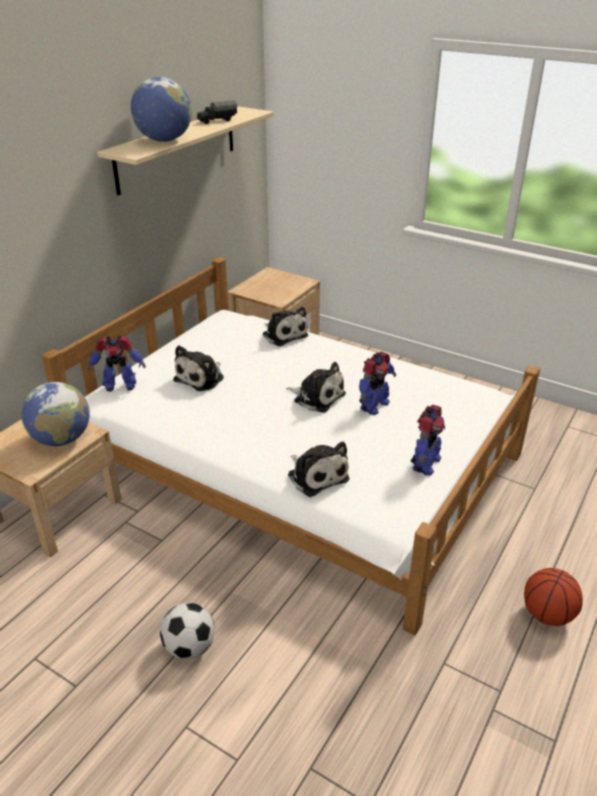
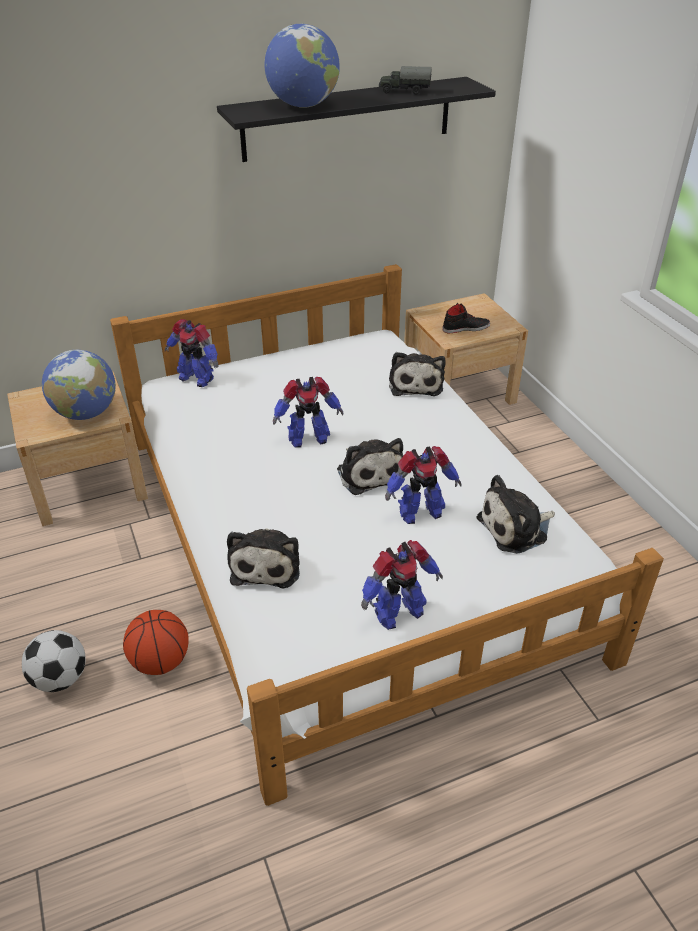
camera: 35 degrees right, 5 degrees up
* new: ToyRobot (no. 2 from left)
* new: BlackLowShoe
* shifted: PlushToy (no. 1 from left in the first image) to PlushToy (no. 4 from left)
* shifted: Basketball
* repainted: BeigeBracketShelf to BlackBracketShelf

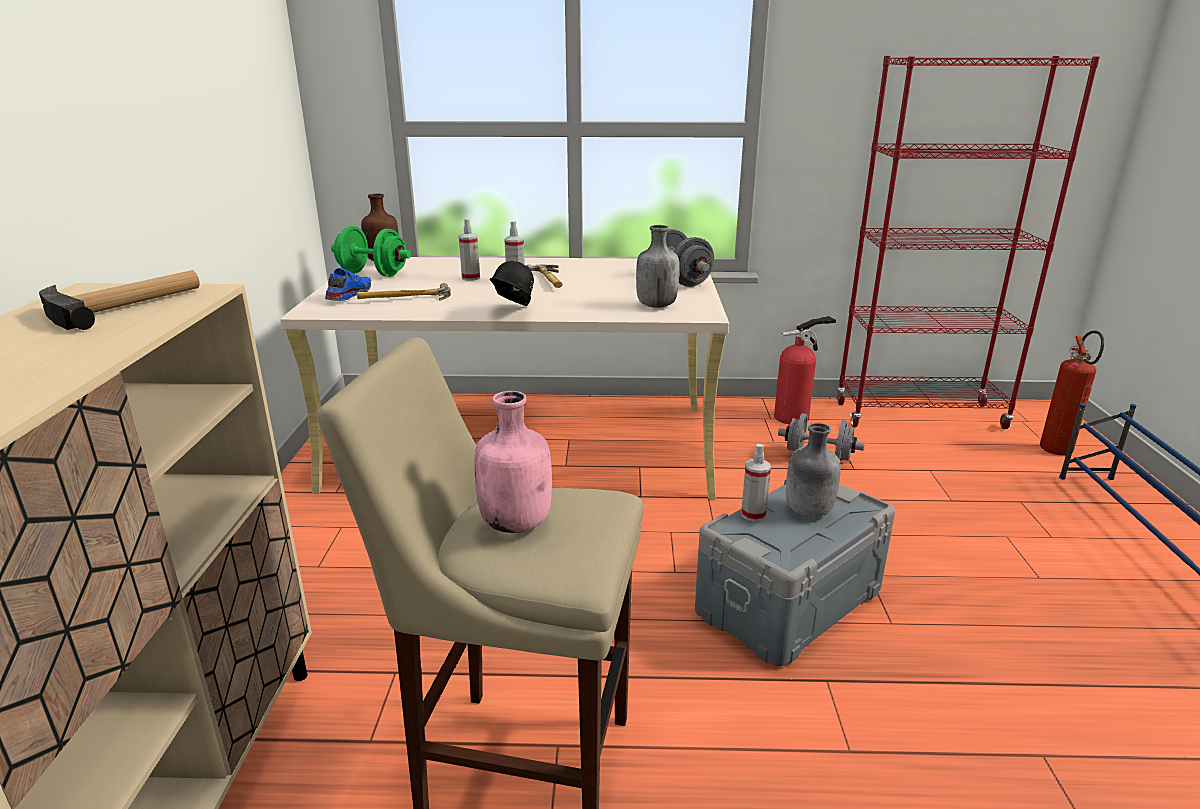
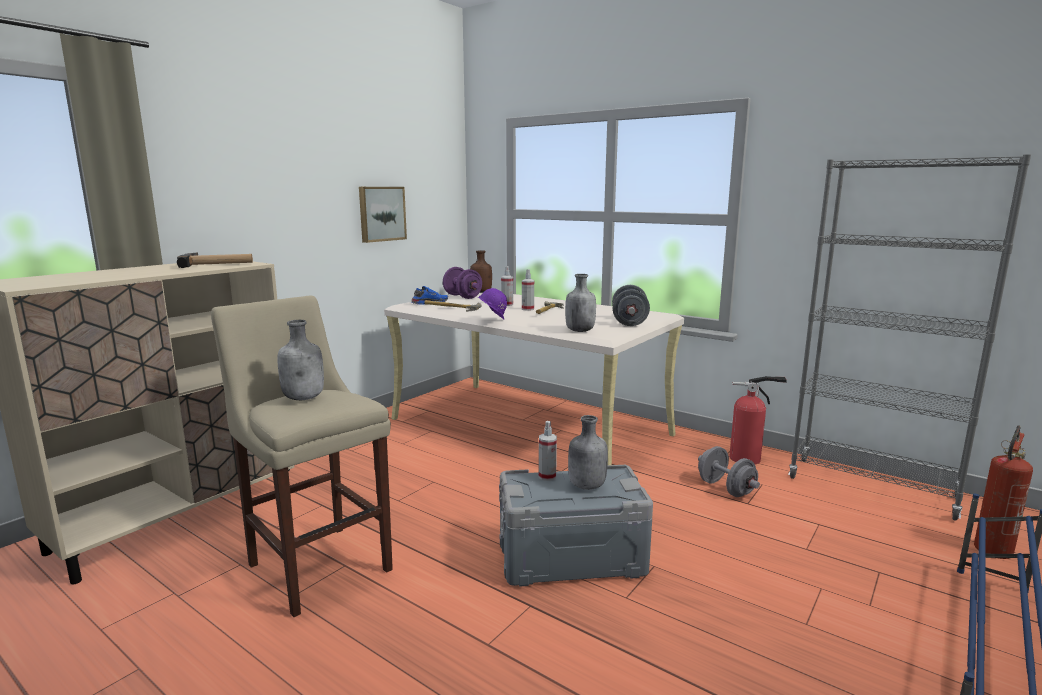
camera: 35 degrees right, 10 degrees down
* new: WallArt
* repainted: GreenishHandWeight to PurplishHandWeight
* repainted: PinkishBottle to GrayBottle (no. 1 from left)
* repainted: BlackHardHat to PurplishHardHat
* repainted: ReddishBookshelf to GrayBookshelf

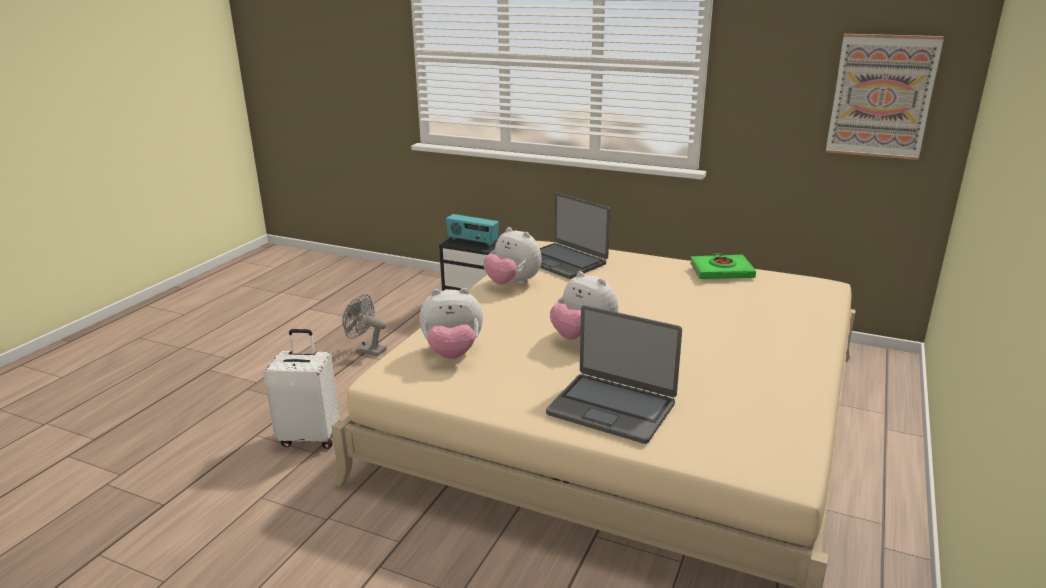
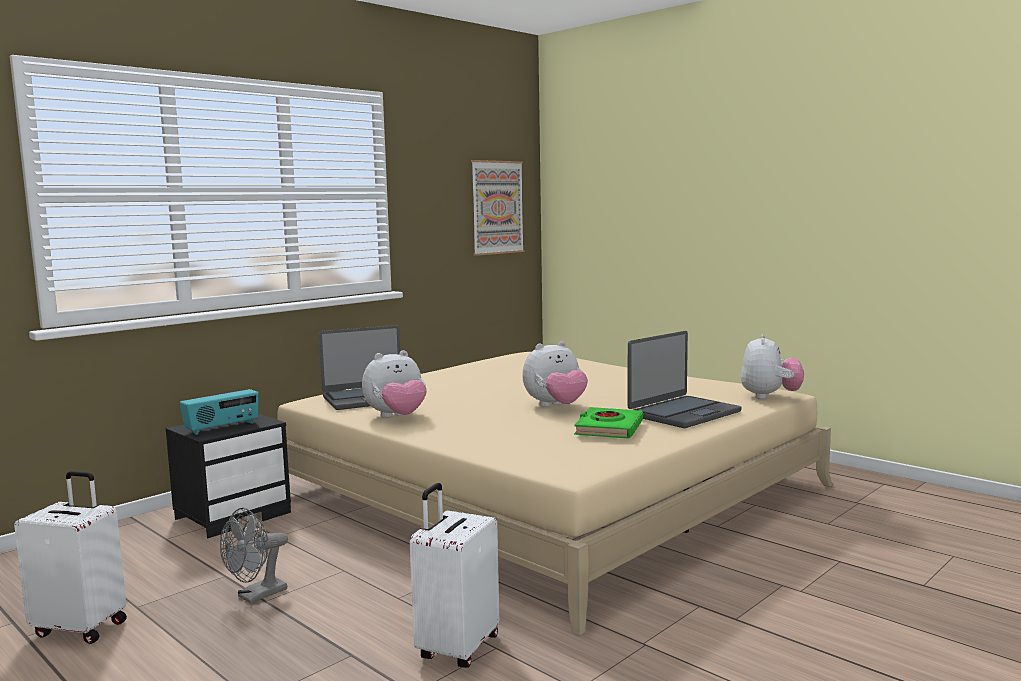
camera: 70 degrees left, 15 degrees down
* new: WhiteColouredPieceOfLuggage (no. 1 from left)
* shifted: PlushToy (no. 1 from left in the first image) to PlushToy (no. 3 from left)
* shifted: GreenishVolume

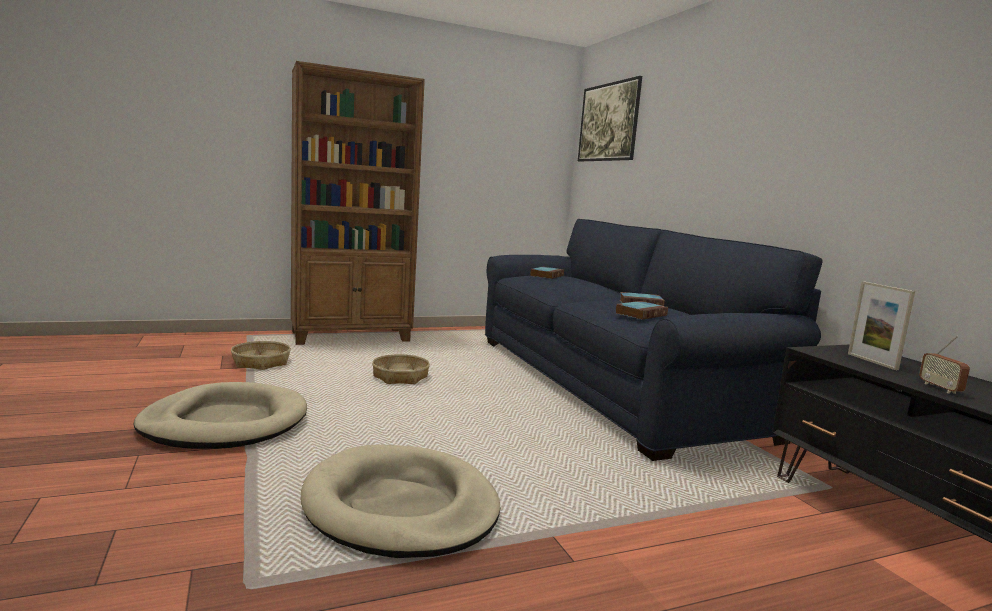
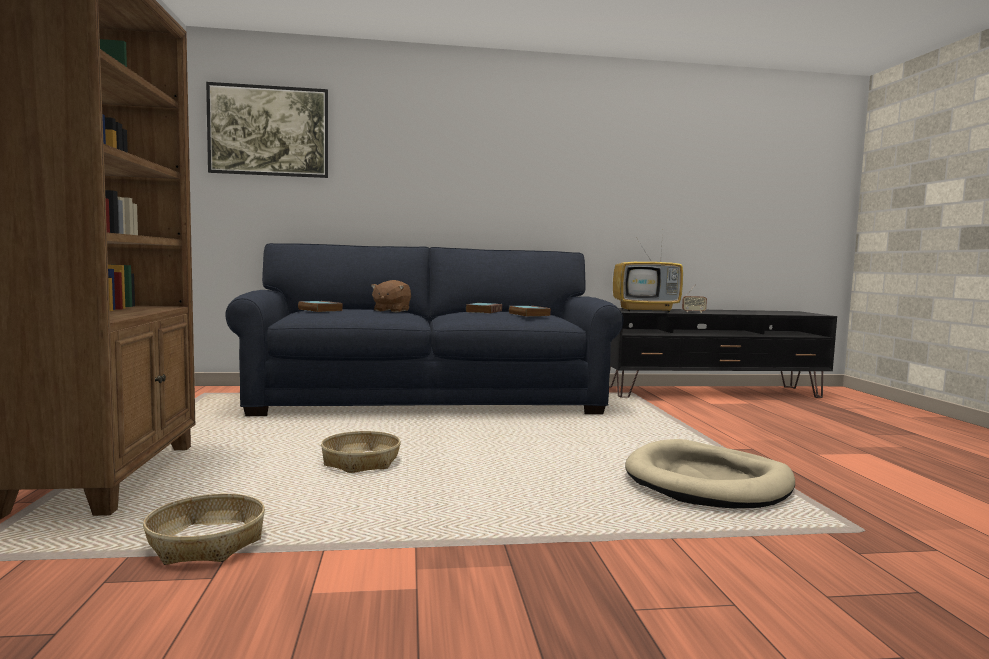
camera: 75 degrees left, 5 degrees down
* gone: BeigeDogCushion (no. 1 from left)
* new: BrownPlushToy
* swapped: PhotoFrame to Television

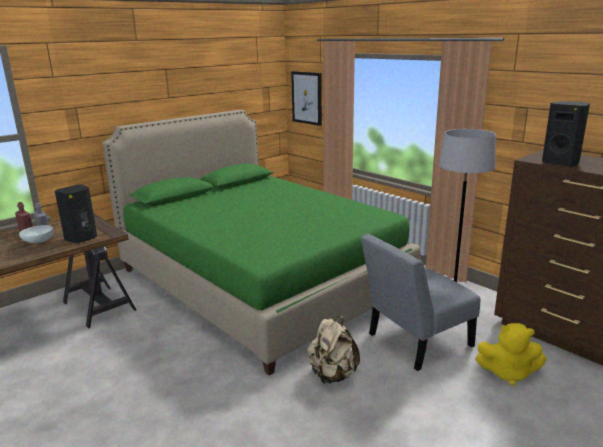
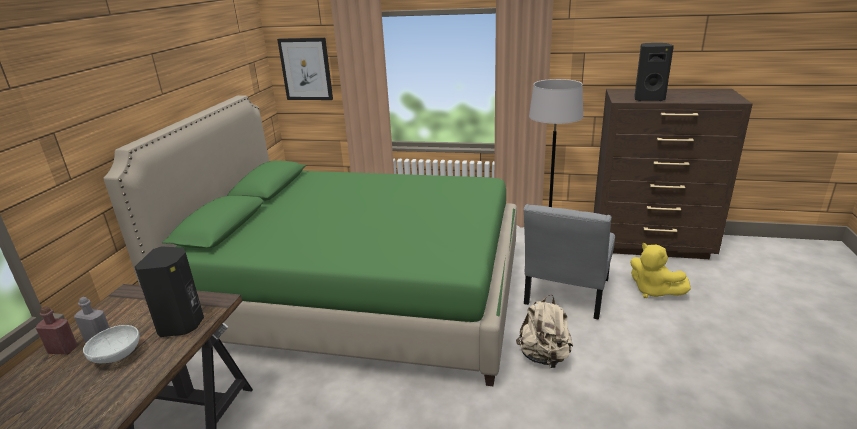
camera: 35 degrees left, 5 degrees up
* rotated: YellowPlushToy 75 degrees clockwise

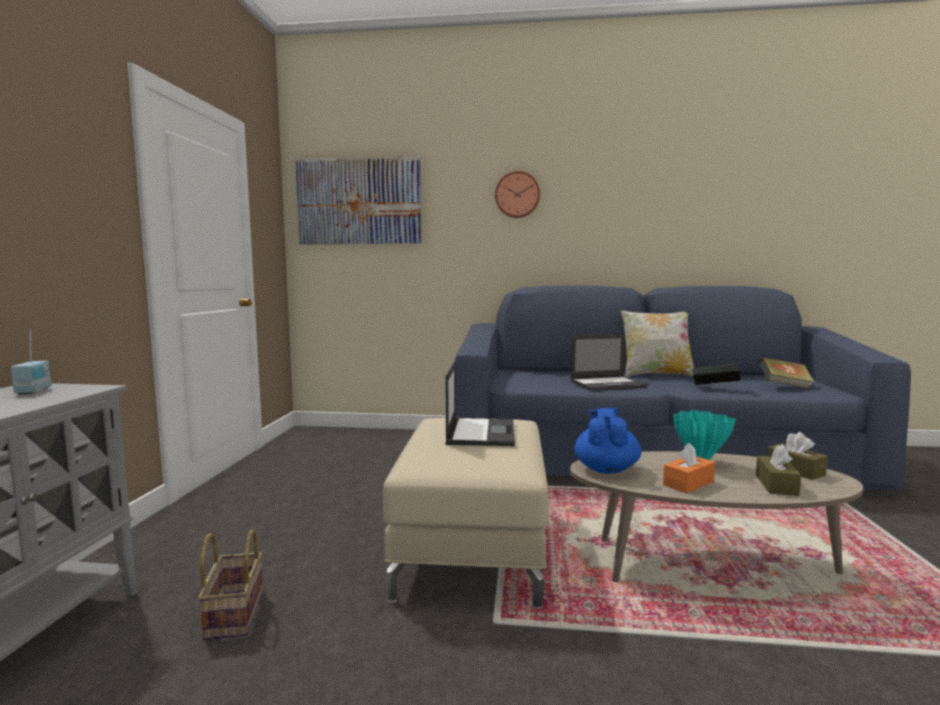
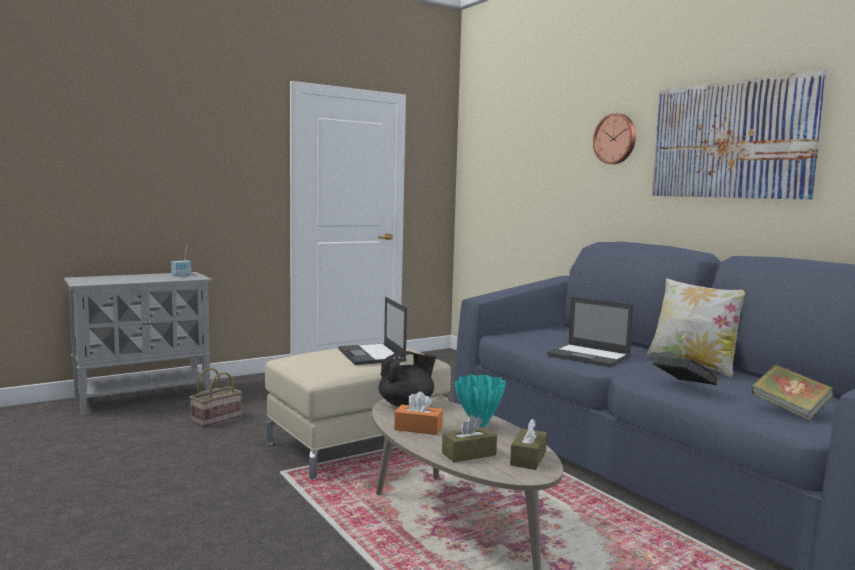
camera: 50 degrees right, 0 degrees up
* shifted: WallArt
* repainted: BluishTeaPot to BlackTeaPot
* rotated: NotebookComputer (no. 1 from left) 105 degrees clockwise

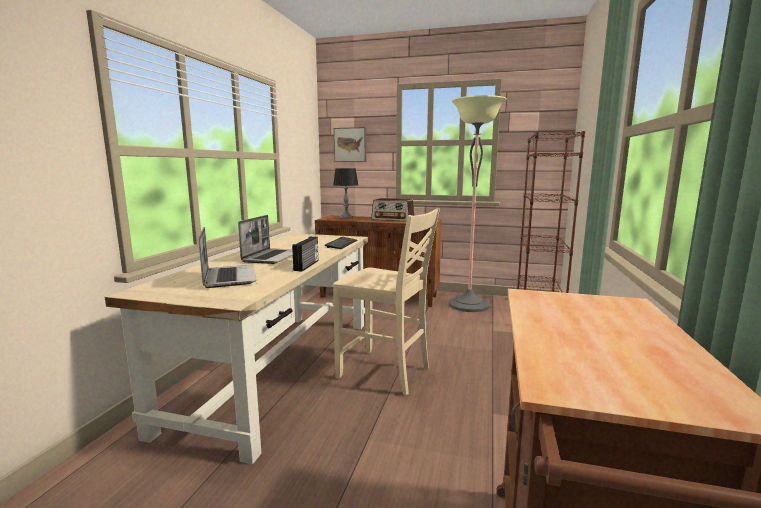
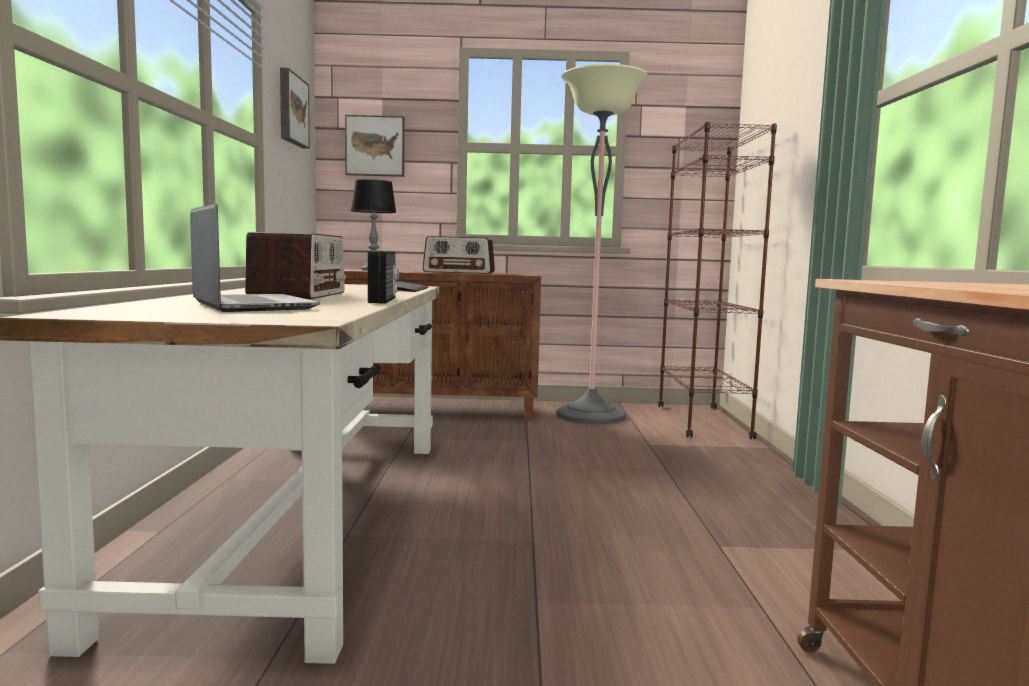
camera: 15 degrees left, 5 degrees down
* gone: BeigeChair
* new: WallArt (no. 1 from left)
* swapped: NotebookComputer (no. 2 from left) to RadioSet (no. 1 from left)

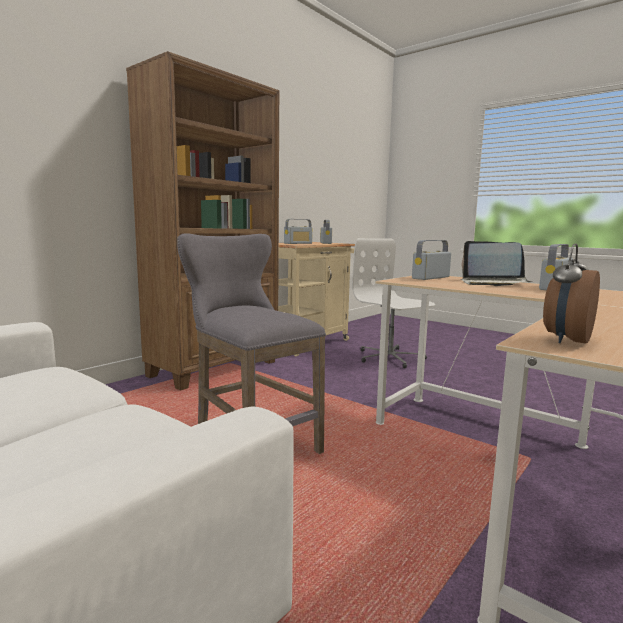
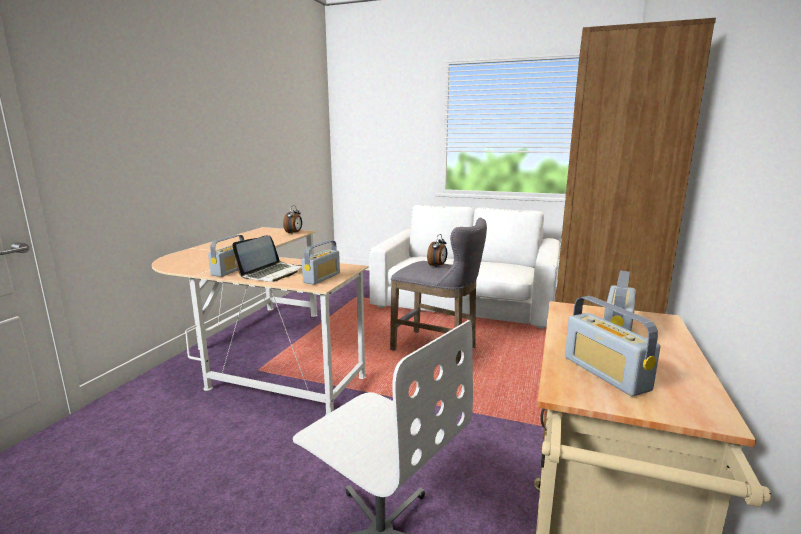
camera: 160 degrees right, 5 degrees up
* new: AlarmClock (no. 2 from left)
* rotated: NotebookComputer 120 degrees clockwise

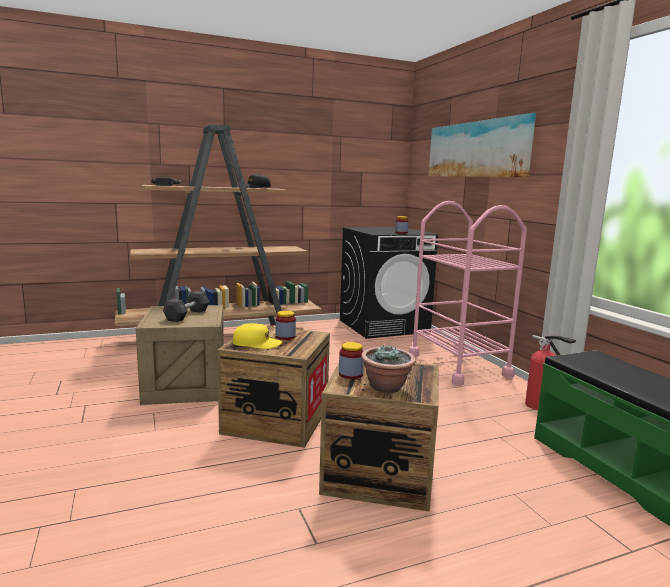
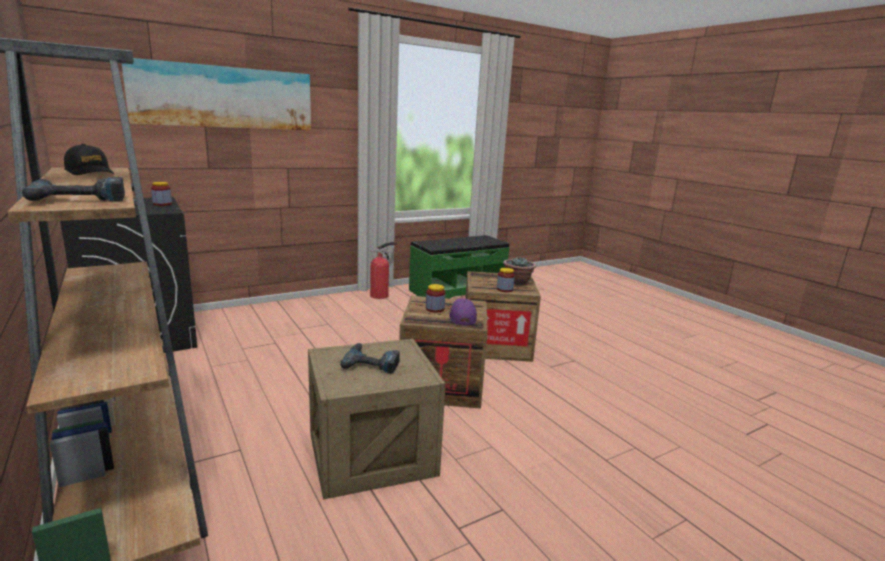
camera: 100 degrees left, 5 degrees up
* gone: PinkishTrolley
* swapped: GrayHandWeight to PowerDrill (no. 2 from left)
* repainted: YellowPeakedCap to PurplishPeakedCap

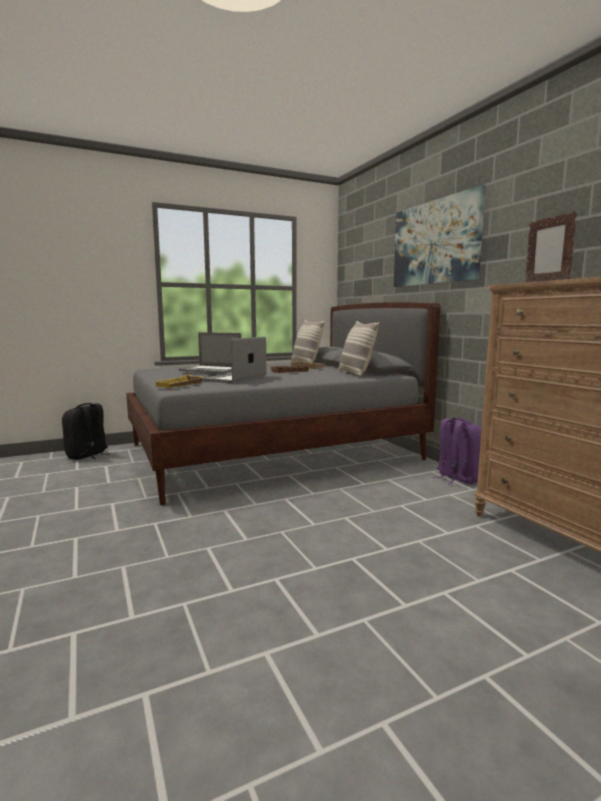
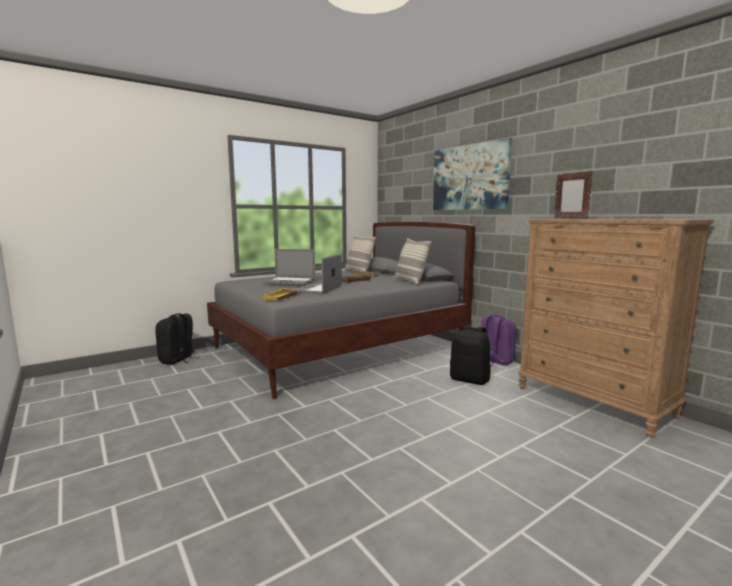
camera: 10 degrees left, 0 degrees up
* new: BlackKnapsack (no. 2 from left)

